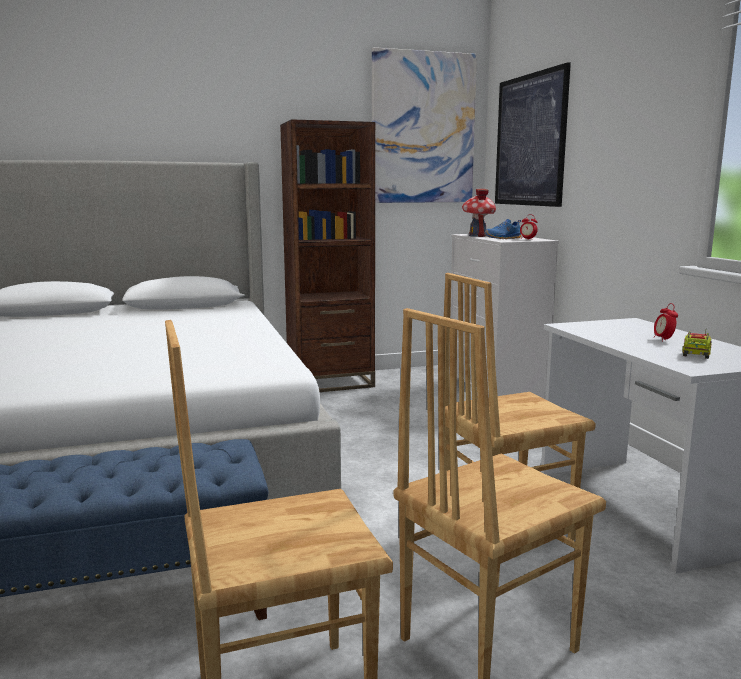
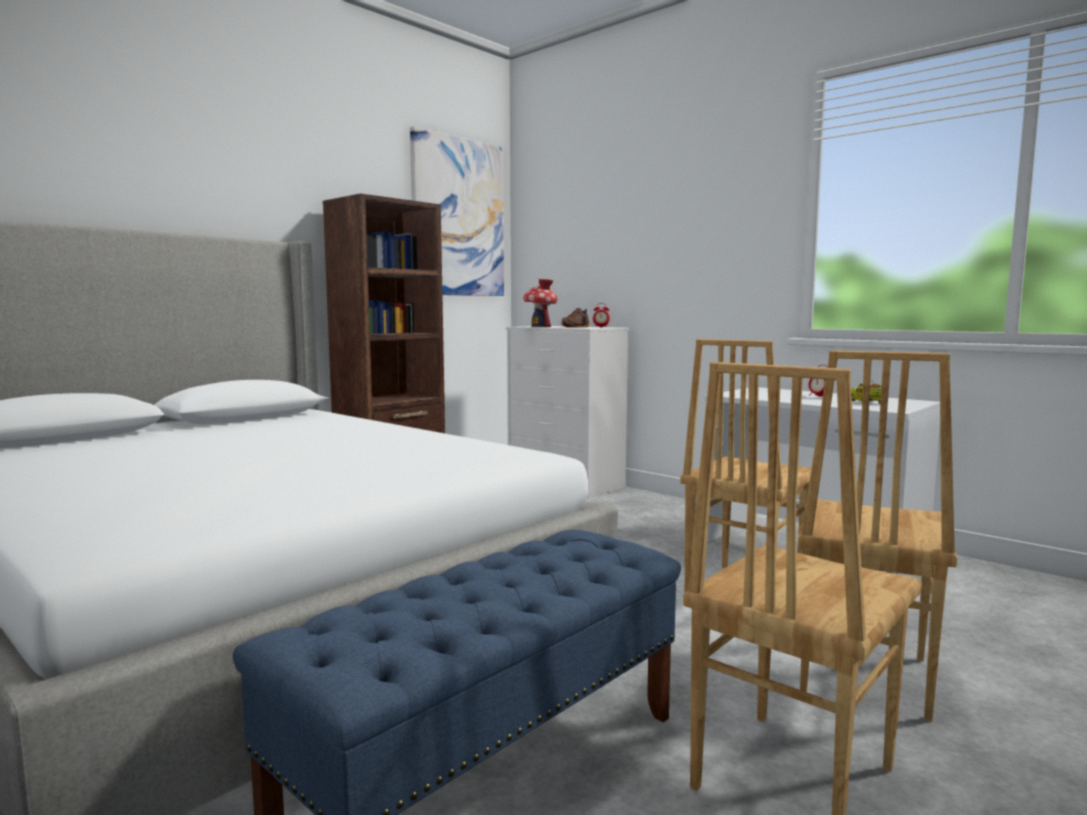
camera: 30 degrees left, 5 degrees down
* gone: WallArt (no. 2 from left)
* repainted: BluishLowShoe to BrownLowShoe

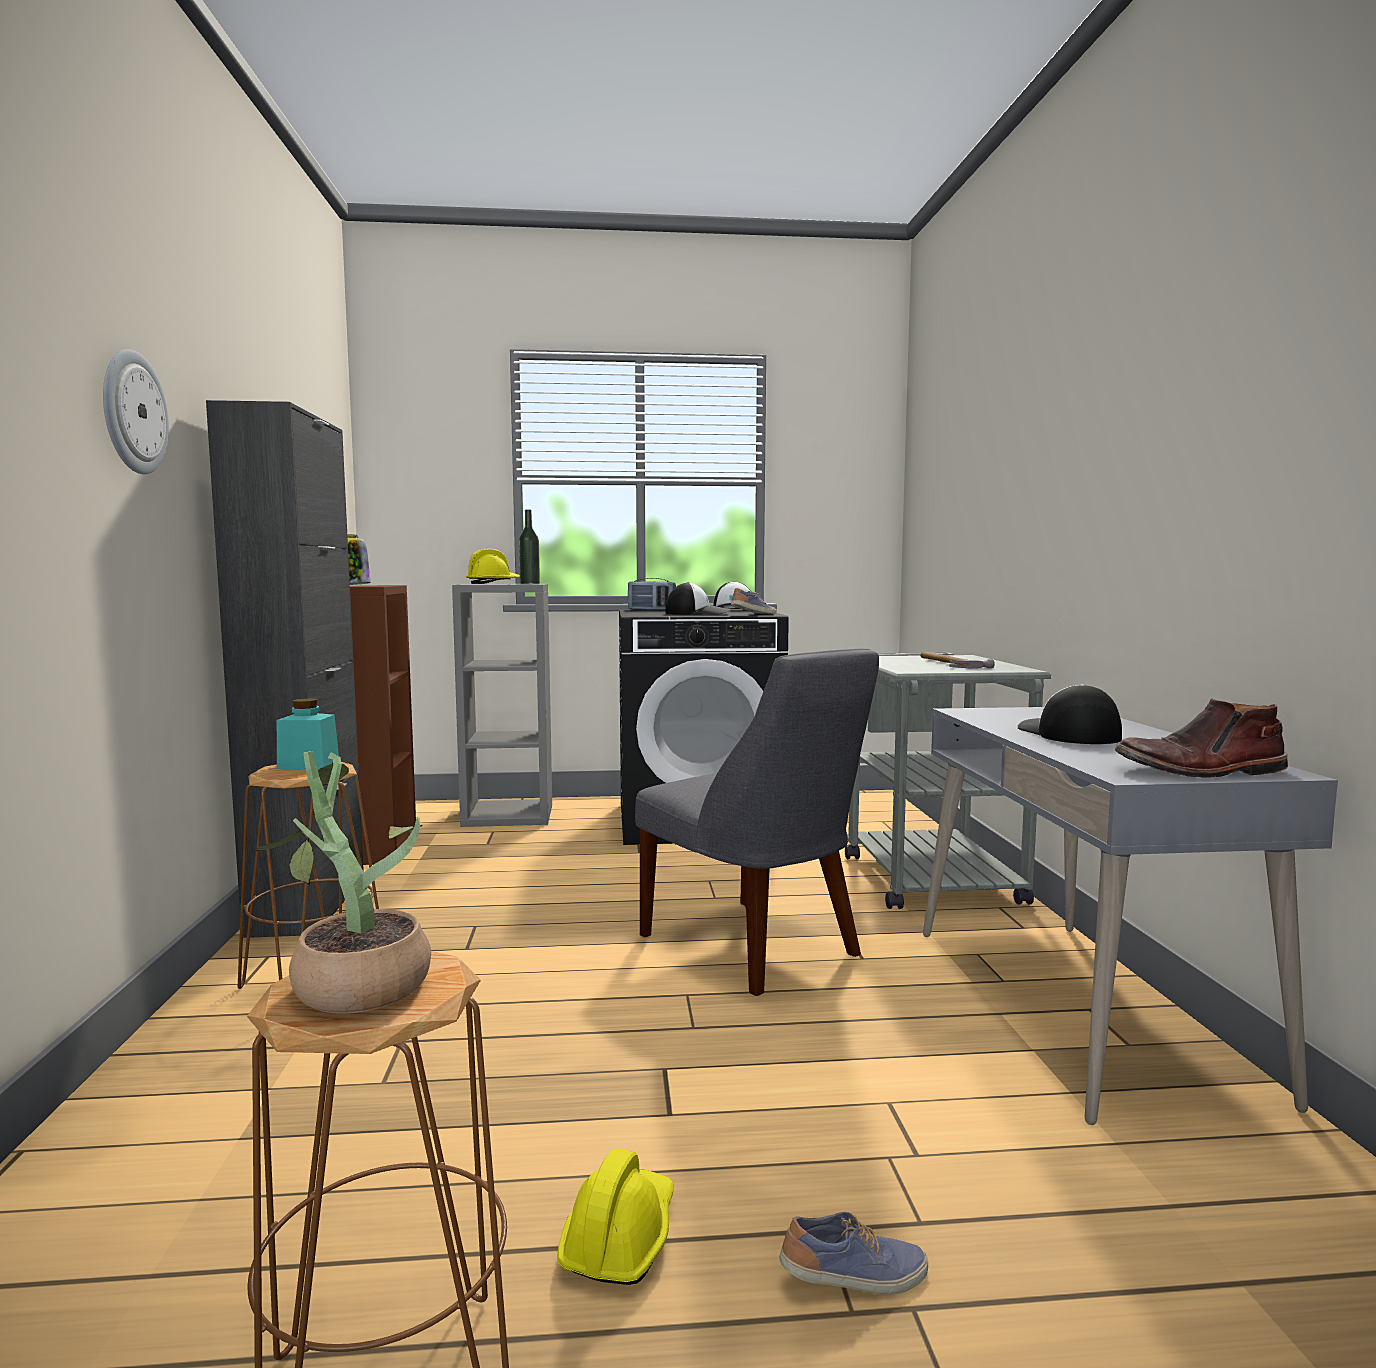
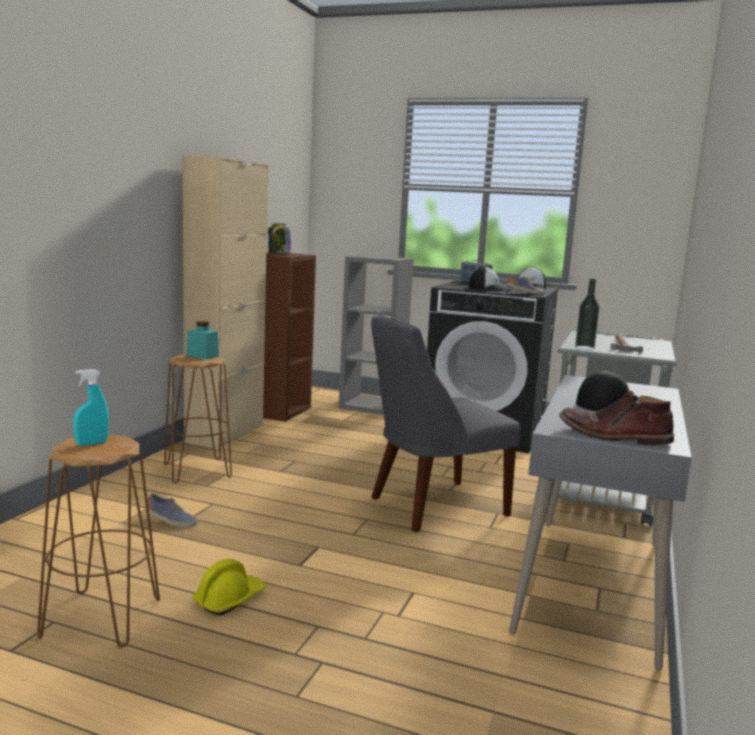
camera: 25 degrees right, 5 degrees up
* gone: ClockOnTheWall
* gone: YellowHardHat (no. 1 from left)
* shifted: Bottle
* shifted: LowShoe (no. 2 from left in the first image) to LowShoe (no. 1 from left)
* swapped: PlantInAPot to TurquoiseSprayBottle
* repainted: BlackStorageCabinet to BeigeStorageCabinet
* rotated: GrayChair 75 degrees clockwise

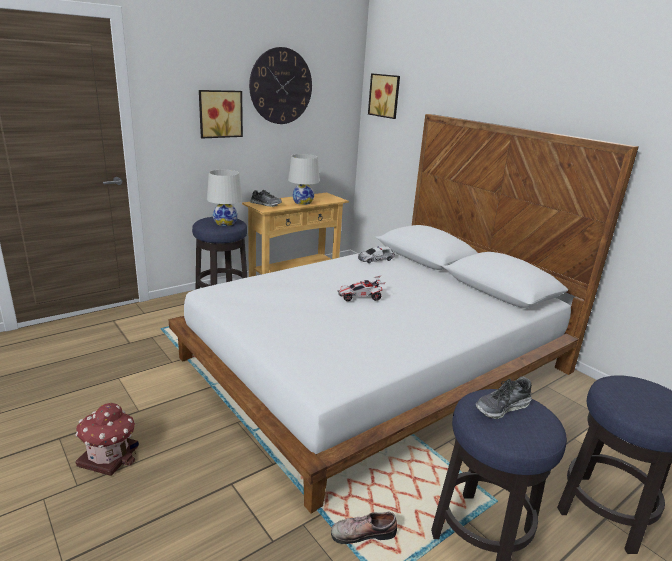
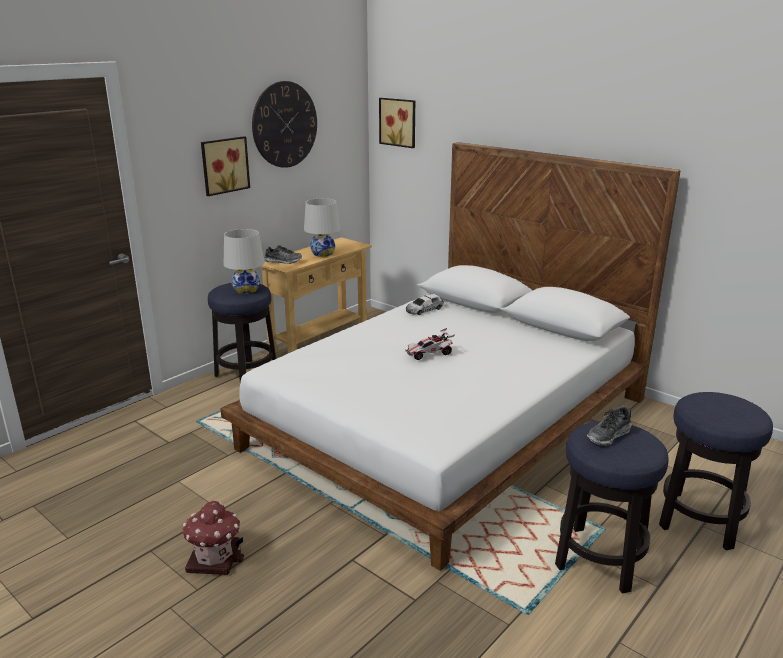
camera: 10 degrees left, 0 degrees up
* gone: LowShoe (no. 2 from left)

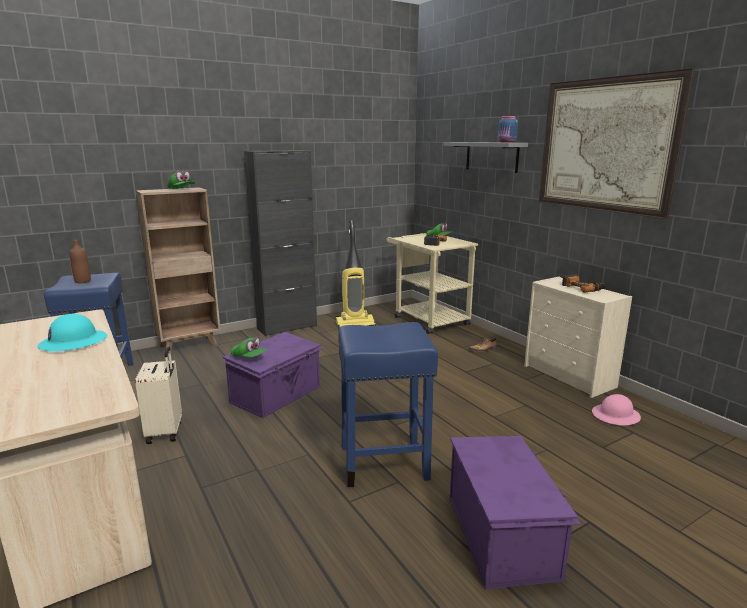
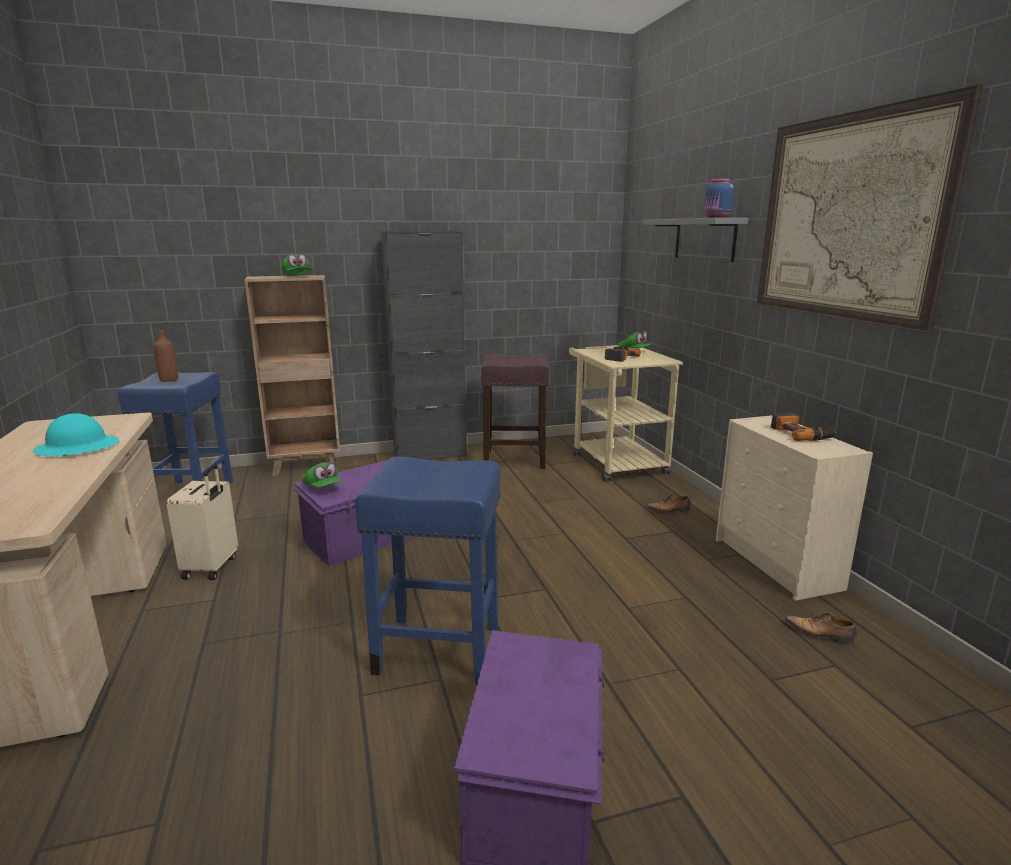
camera: 15 degrees right, 0 degrees up
* swapped: Vacuum to BrownStoolSeat
* swapped: PinkishHardHat to LowShoe (no. 2 from left)

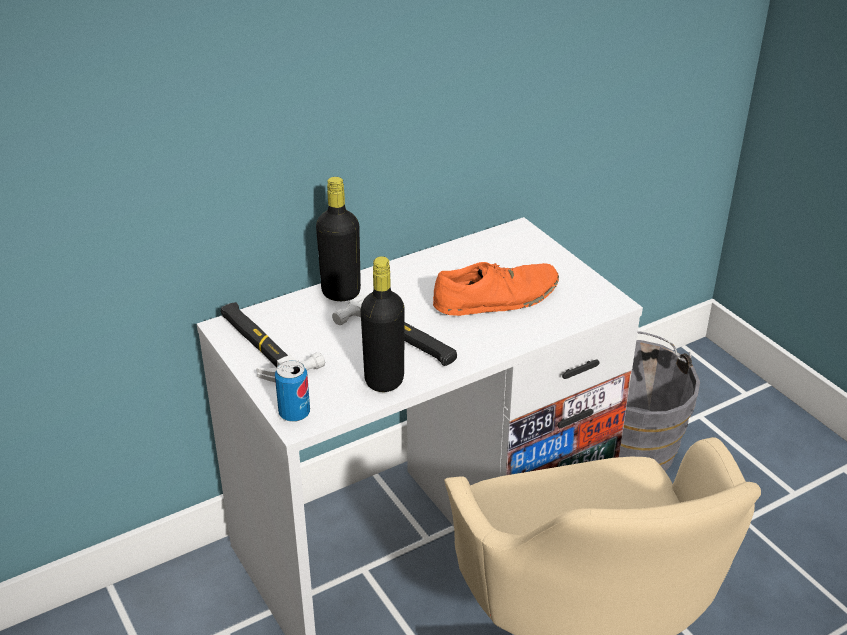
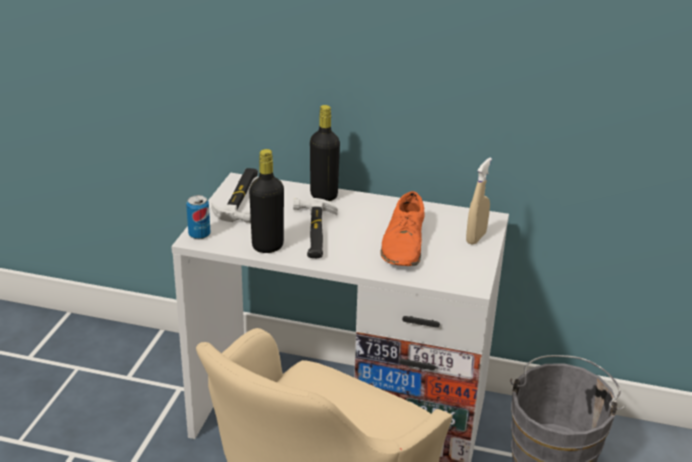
camera: 45 degrees right, 5 degrees down
* new: BeigeSprayBottle
* rotated: OrangeColouredLowShoe 75 degrees clockwise

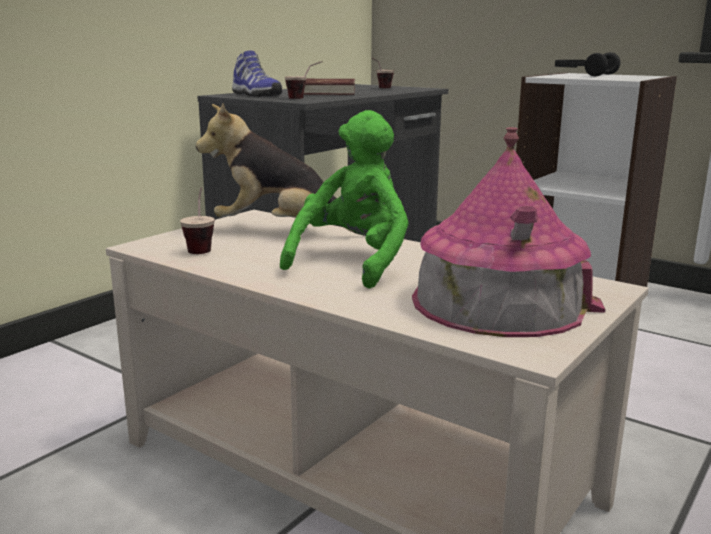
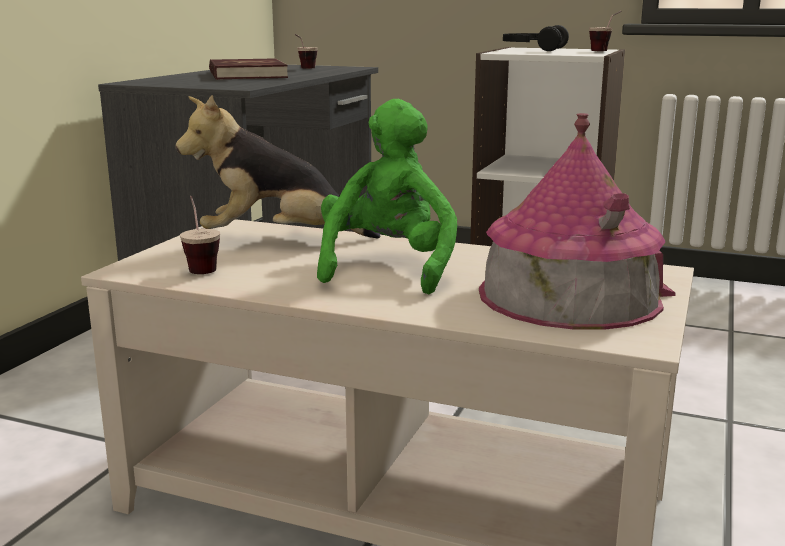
camera: 15 degrees left, 0 degrees up
* gone: LowShoe
* shifted: SmallCup (no. 2 from left in the first image) to SmallCup (no. 3 from left)

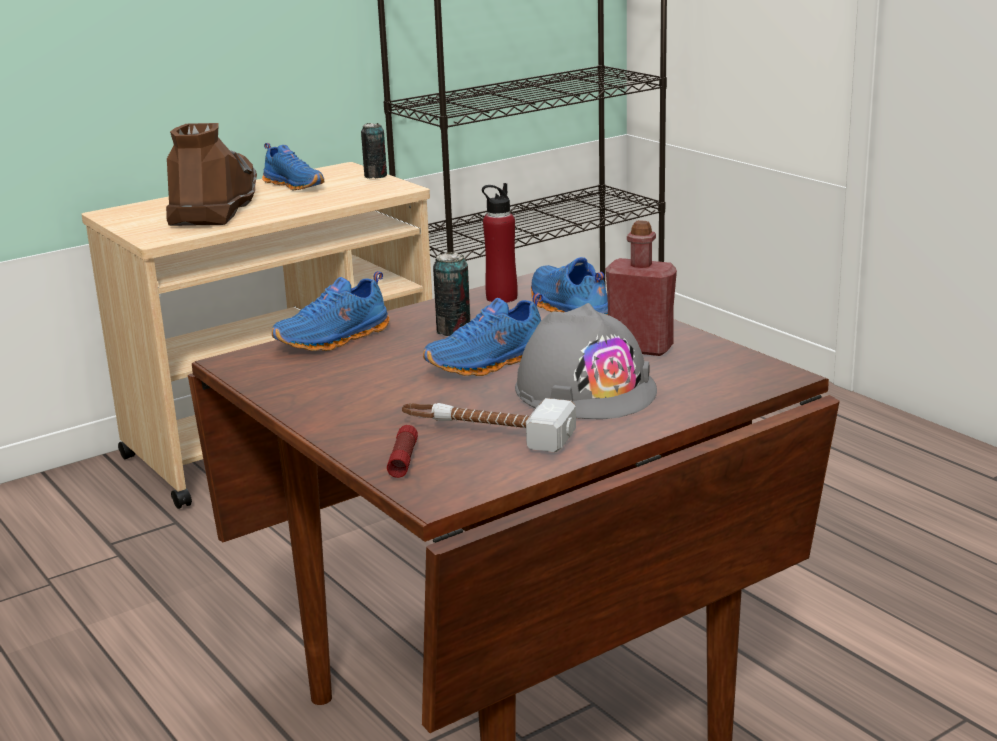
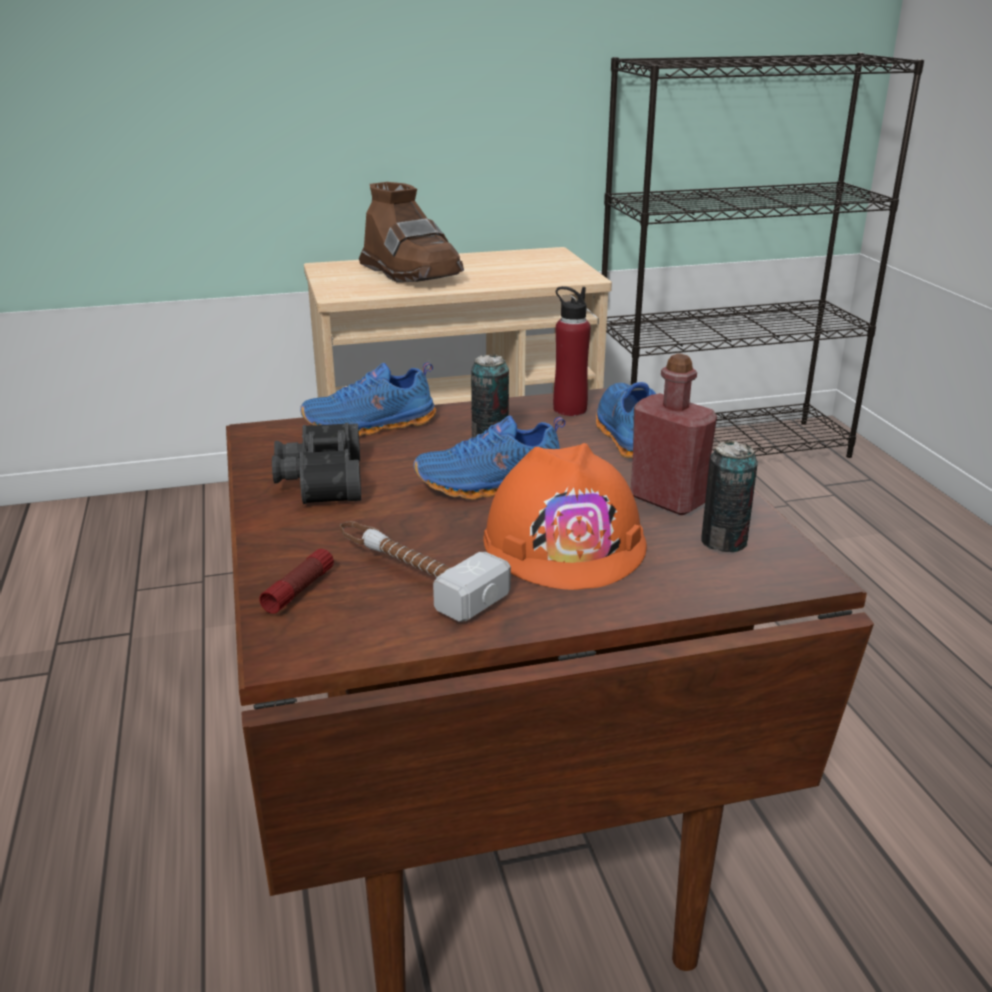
camera: 20 degrees right, 5 degrees up
* gone: BluishLowShoe (no. 1 from left)
* new: BlackBinoculars
* shifted: Can (no. 1 from left in the first image) to Can (no. 2 from left)
* repainted: GrayHardHat to OrangeColouredHardHat
* rotated: BrownTallBoot 120 degrees clockwise

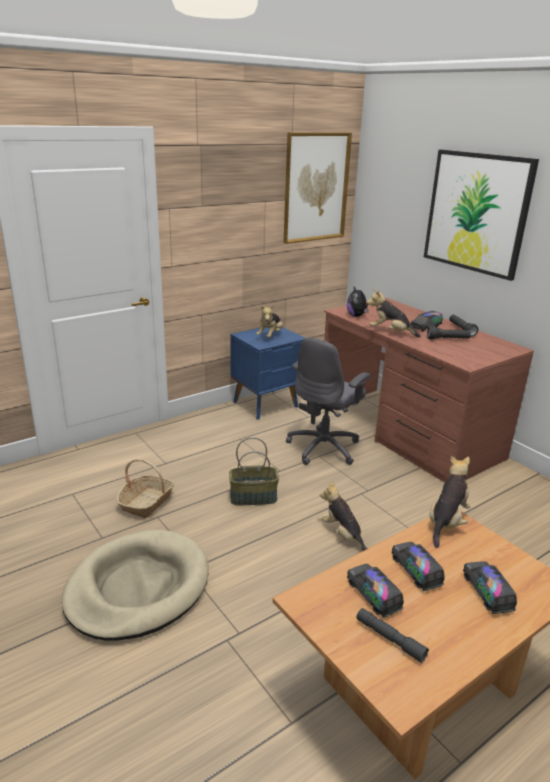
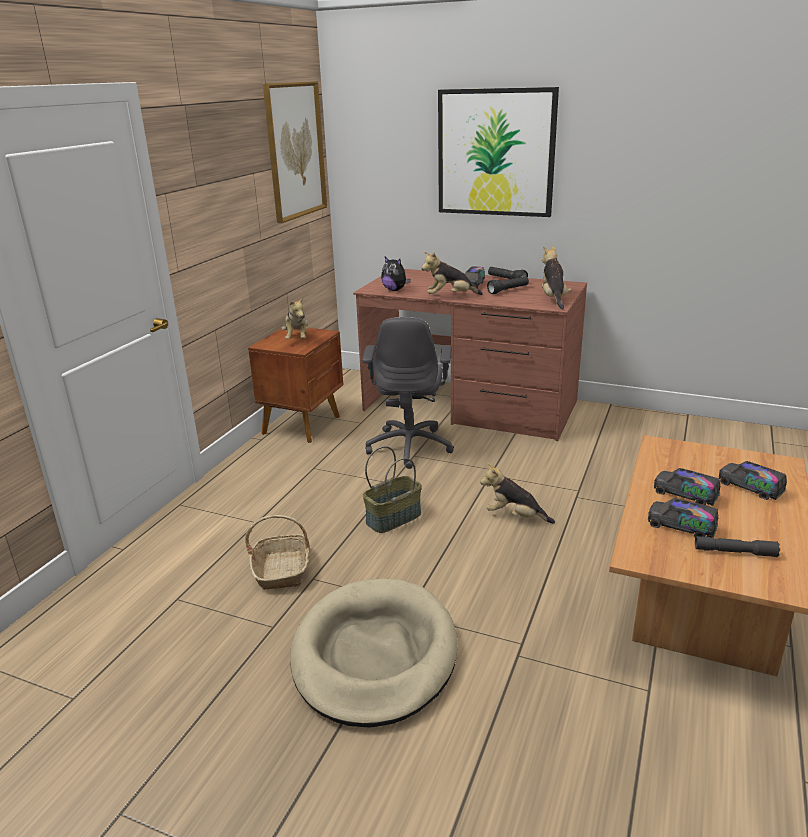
camera: 30 degrees left, 0 degrees up
* shifted: PlushToy (no. 5 from left)
* repainted: BluishNightTable to BrownNightTable

